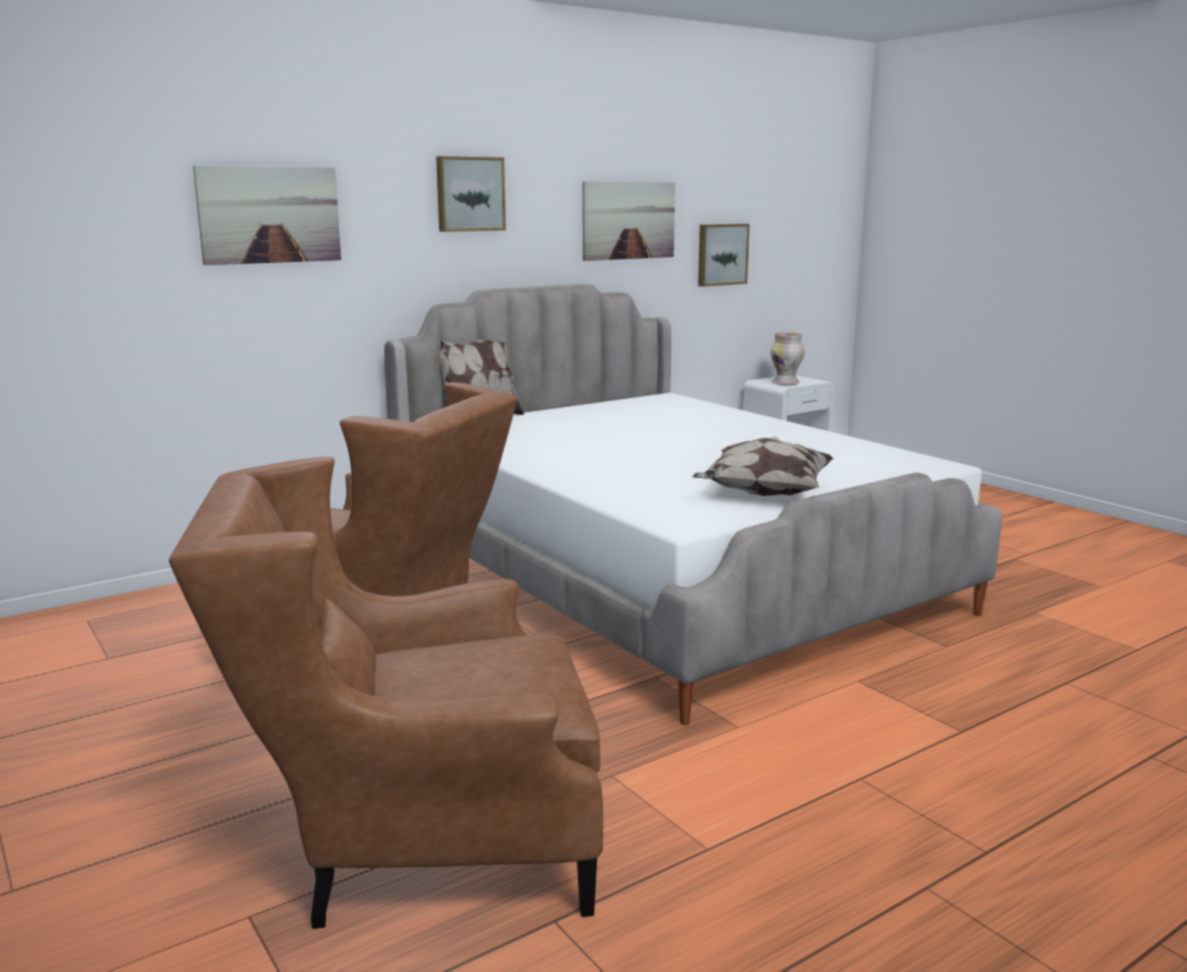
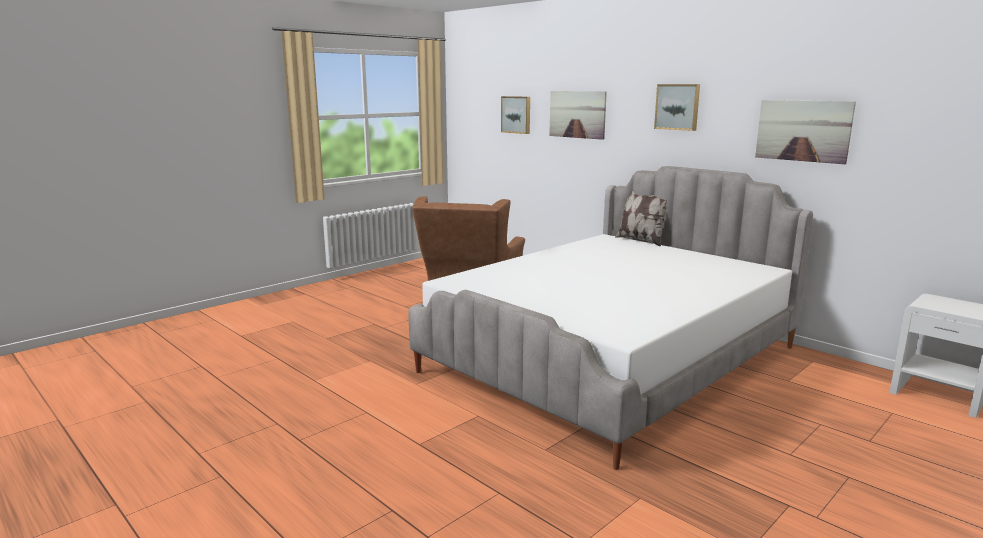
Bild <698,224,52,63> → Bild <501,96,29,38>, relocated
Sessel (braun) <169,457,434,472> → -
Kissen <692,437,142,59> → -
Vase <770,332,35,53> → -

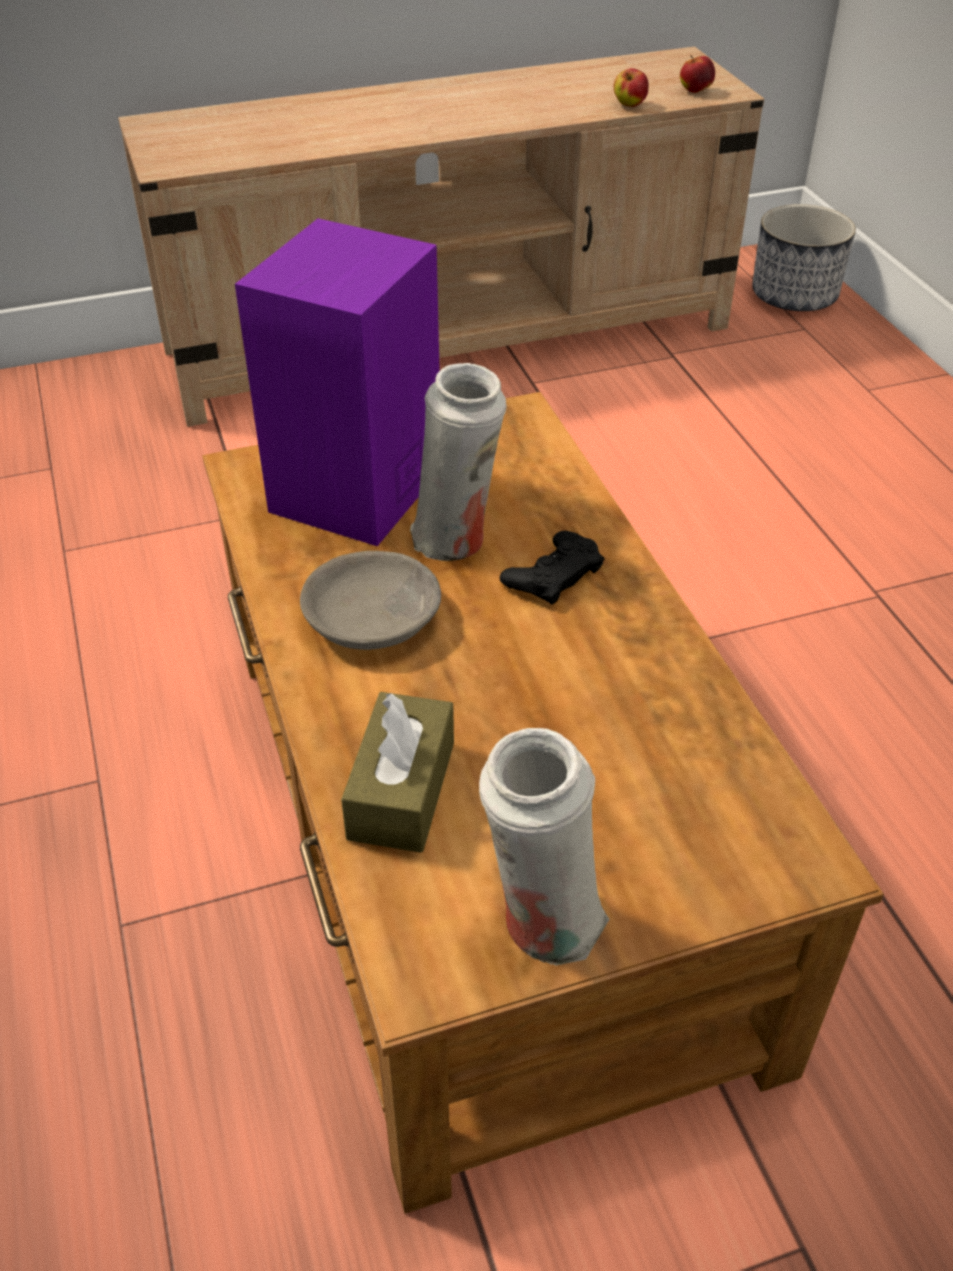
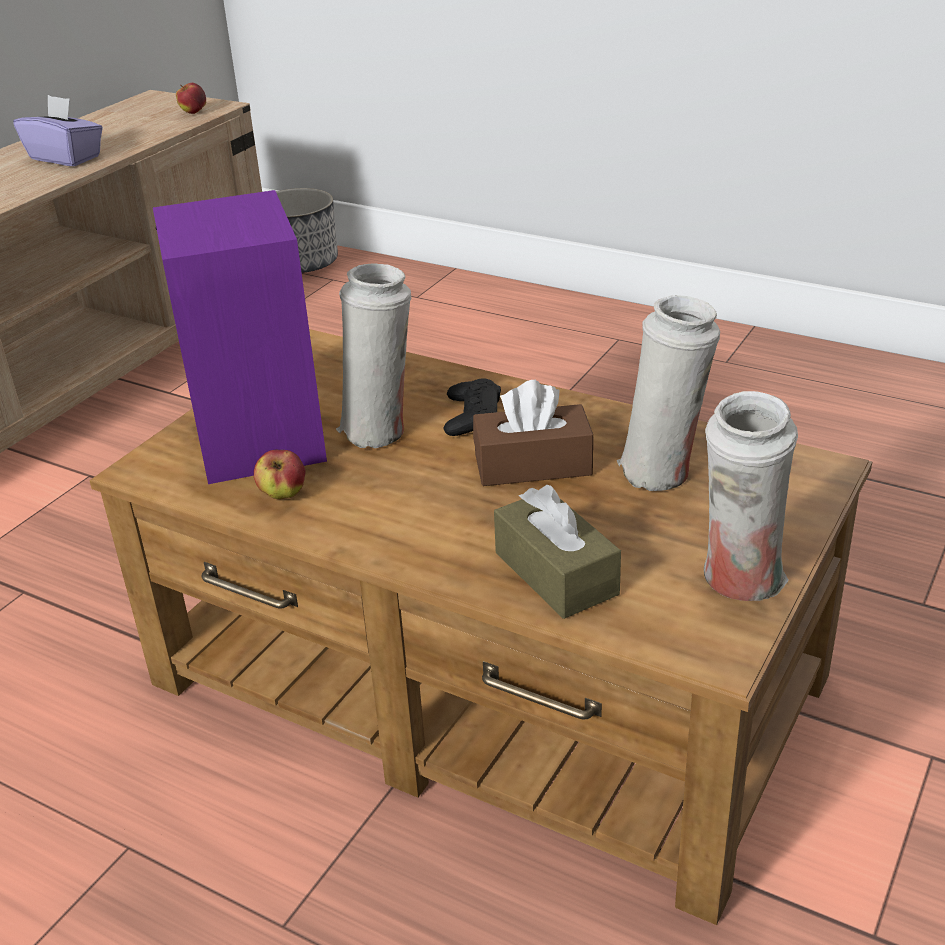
- → Taschentuchbox (lila) <14,95,89,71>
Apfel <613,68,36,39> → Apfel <254,450,52,49>, relocated
- → Taschentuchbox (braun) <473,380,121,106>
- → Vase (weiß) <617,295,103,196>
Schüssel (grau) <300,551,141,99> → -

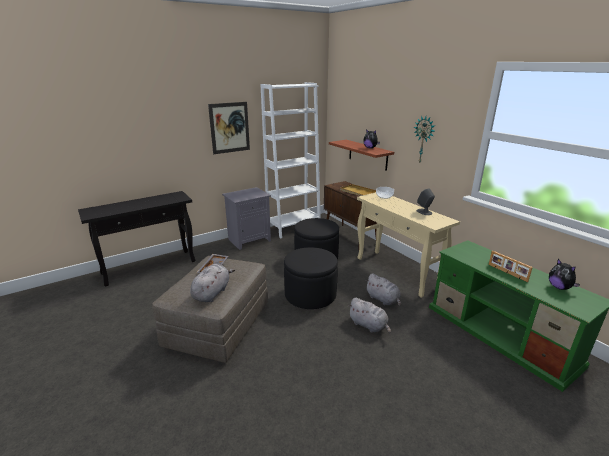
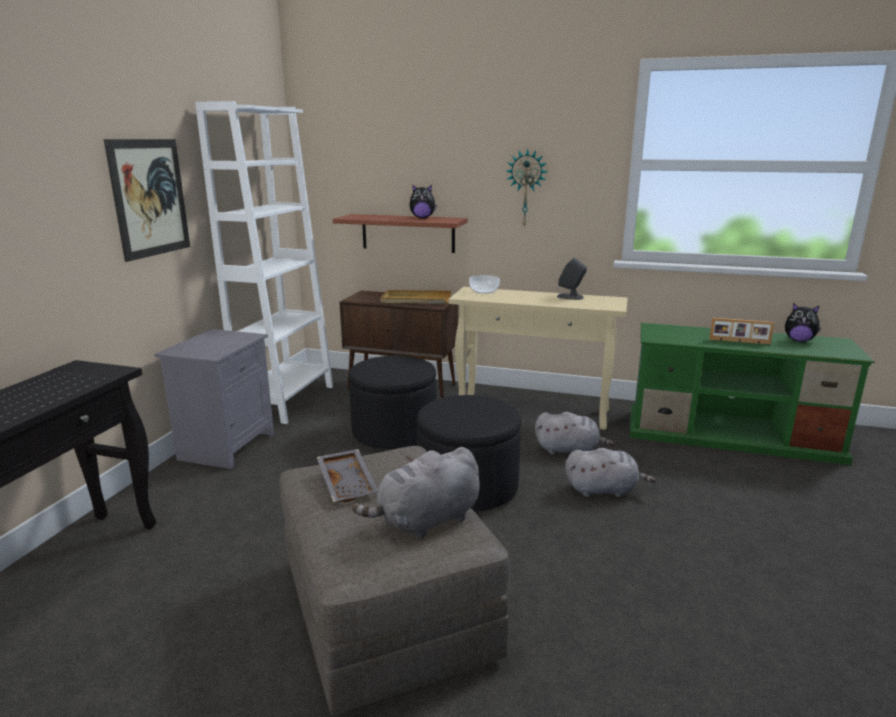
Plüschtier (grau) <190,264,45,38> → Plüschtier (grau) <352,447,128,91>, 105 degrees counterclockwise

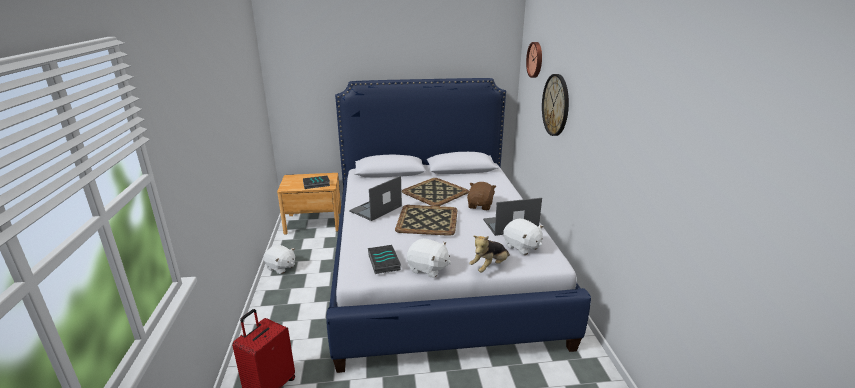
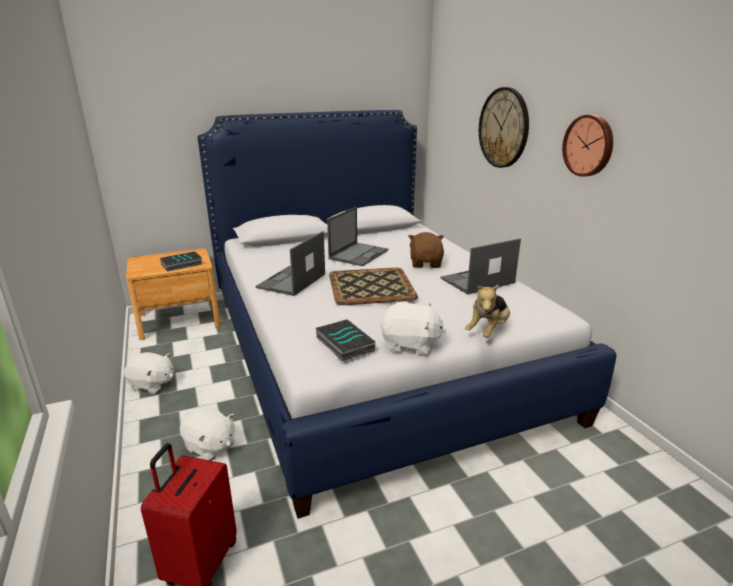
Plüschtier (weiß) <503,219,40,36> → Plüschtier (weiß) <180,406,55,55>, relocated
Tablett <402,178,67,28> → Laptop <327,207,61,59>
Wanduhr <526,42,16,36> → Wanduhr <562,114,51,63>, relocated

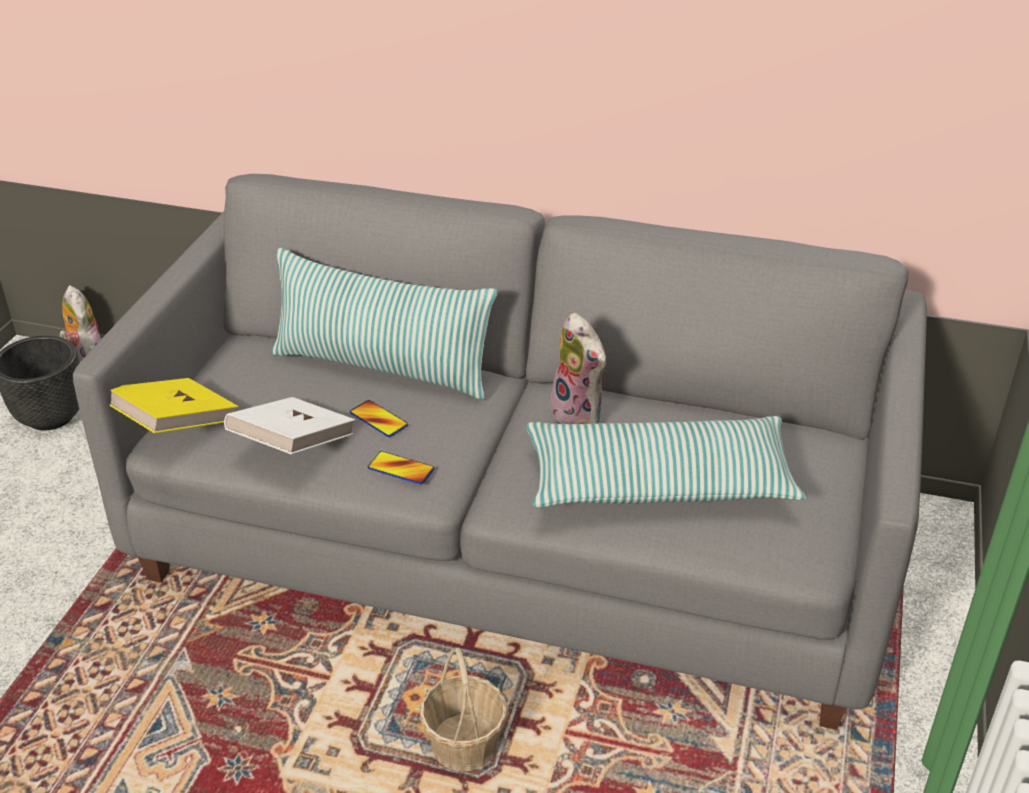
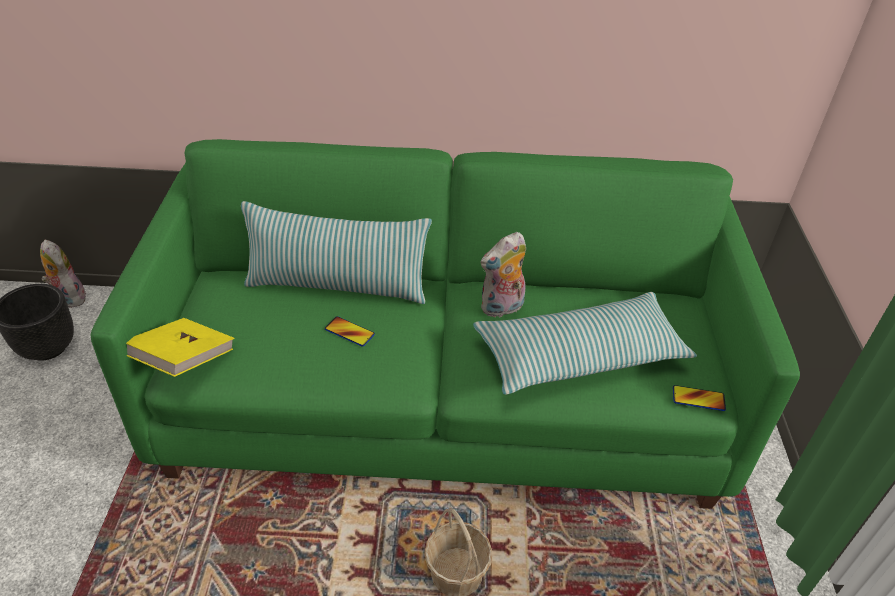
Sofa (grau) <73,174,854,556> → Sofa (grün) <90,139,710,370>
Plüschtier <550,313,56,111> → Plüschtier <480,232,46,85>, 105 degrees clockwise
Handy <368,451,67,34> → Handy <673,385,53,26>, relocated
Buch (weiß) <224,397,132,57> → -

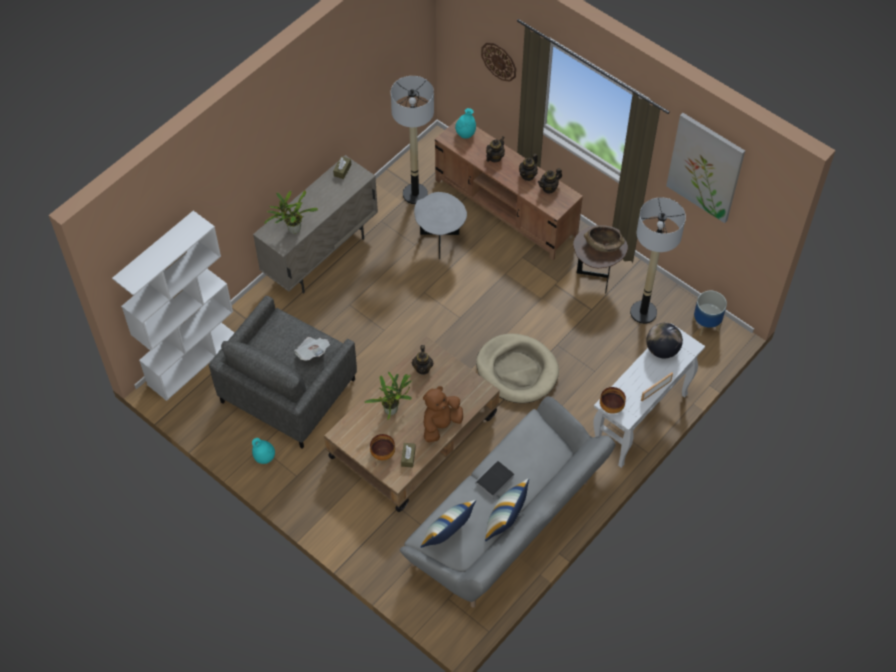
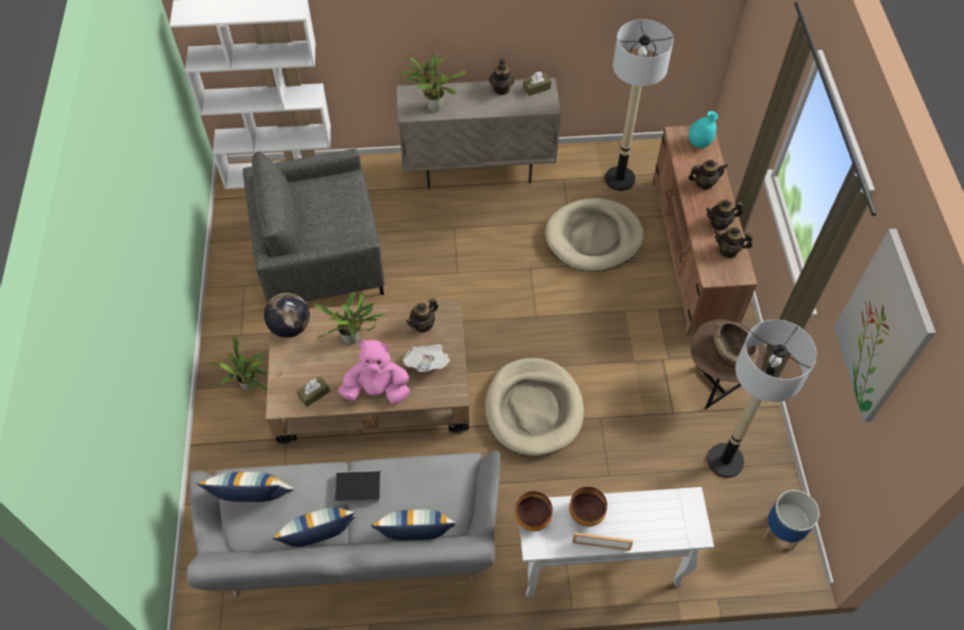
- → Topfpflanze <206,337,62,55>
Globus <646,323,37,36> → Globus <264,293,46,45>, relocated
Plüschtier (braun) <423,386,40,56> → Plüschtier (rosa) <338,340,72,65>
- → Kissen <371,509,85,32>
Zeitung <294,337,36,23> → Zeitung <403,344,48,28>, relocated
- → Teekanne <489,58,25,37>
Beistelltisch (grau) <414,192,53,67> → Hundebett (beige) <545,198,99,74>
Schüssel <370,434,25,26> → Schüssel <569,487,38,40>, relocated
Vase (türkis) <252,438,23,26> → -
Wanduhr <481,43,35,39> → -

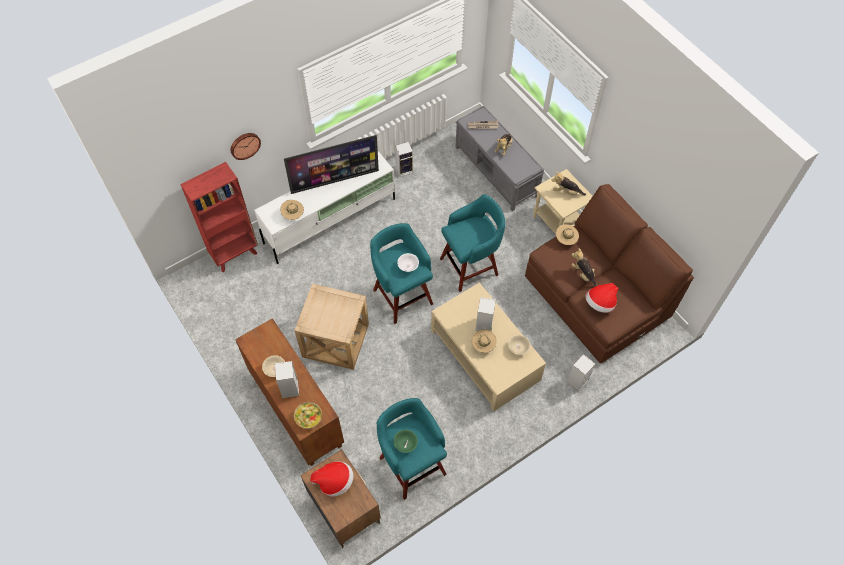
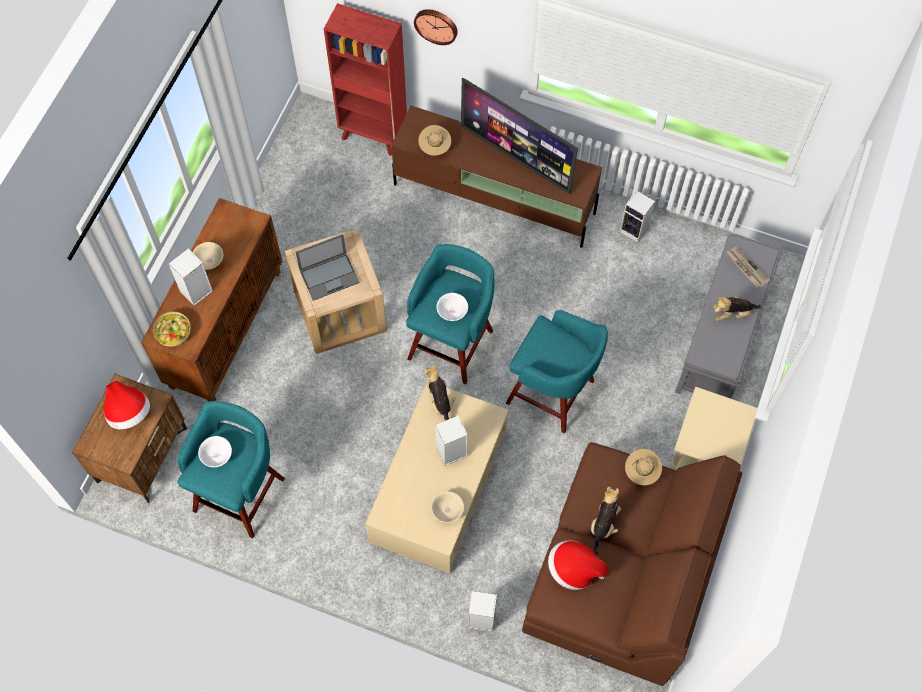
Schüssel (grün) <393,430,25,23> → Schüssel (weiß) <198,436,34,31>
- → Laptop <295,234,65,67>
Fernsehschrank (weiß) <254,151,141,113> → Fernsehschrank (braun) <391,106,211,142>
Plüschtier <552,171,34,24> → Plüschtier <424,364,32,57>, relocated
Hut (beige) <472,329,24,24> → -

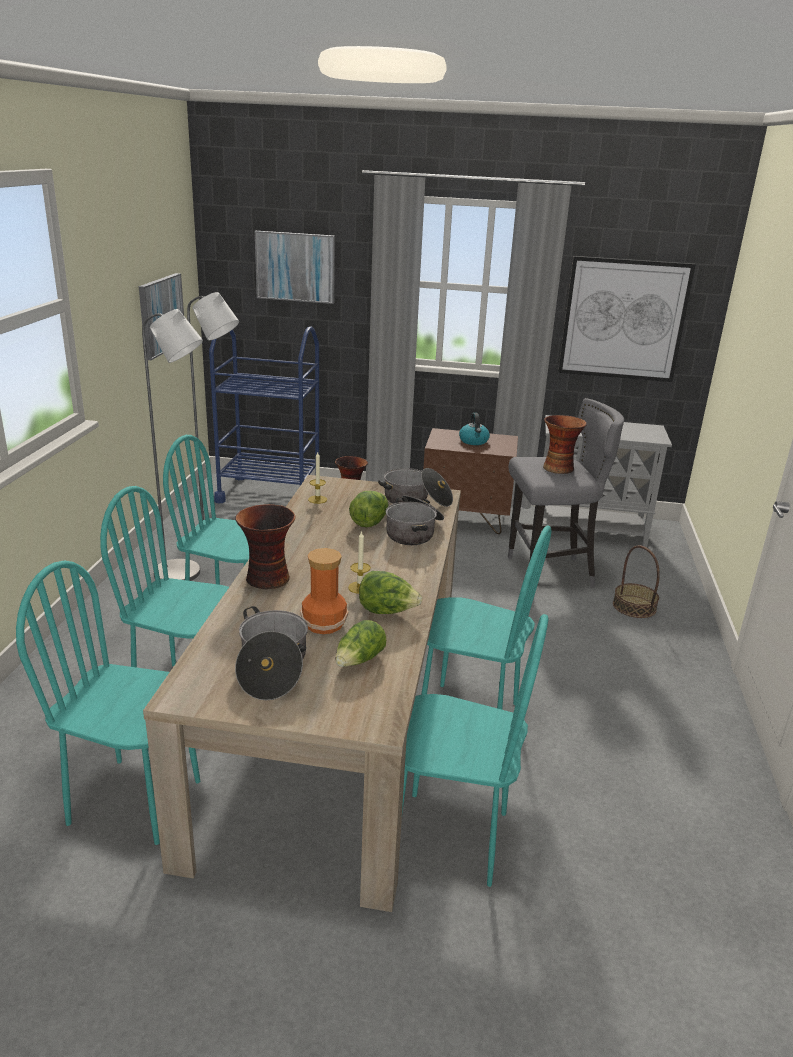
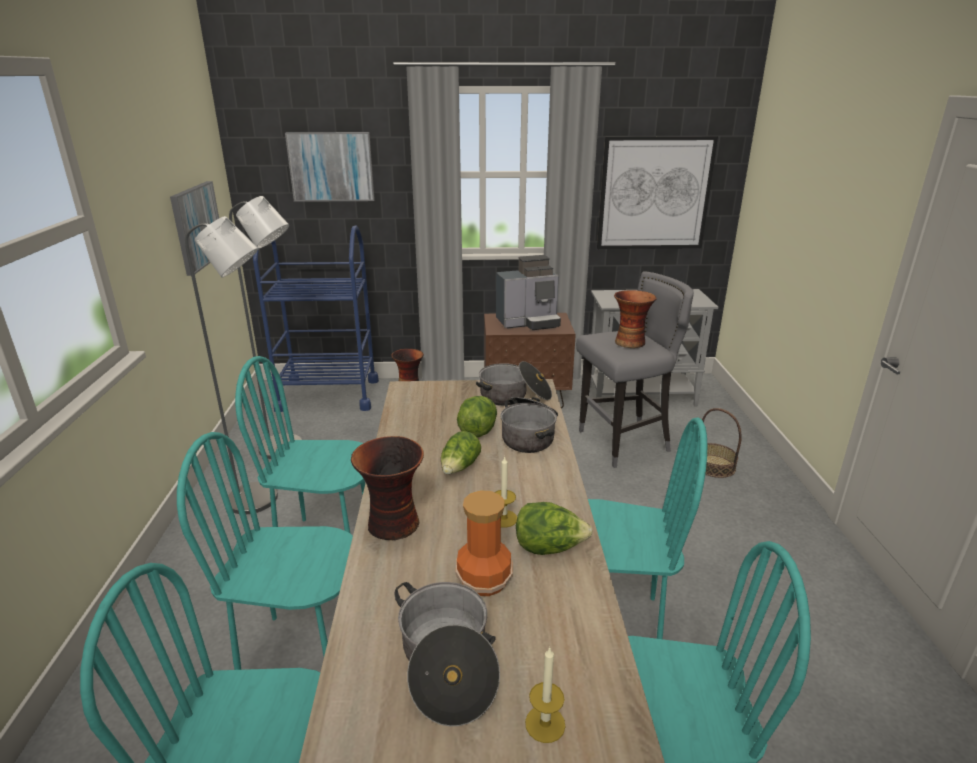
Salatkopf <336,620,50,47> → Salatkopf <441,431,40,43>, relocated
Wasserkessel <459,413,31,32> → Kaffeemaschine <496,255,65,75>
Kerze <308,452,19,52> → Kerze <525,646,40,97>, relocated

